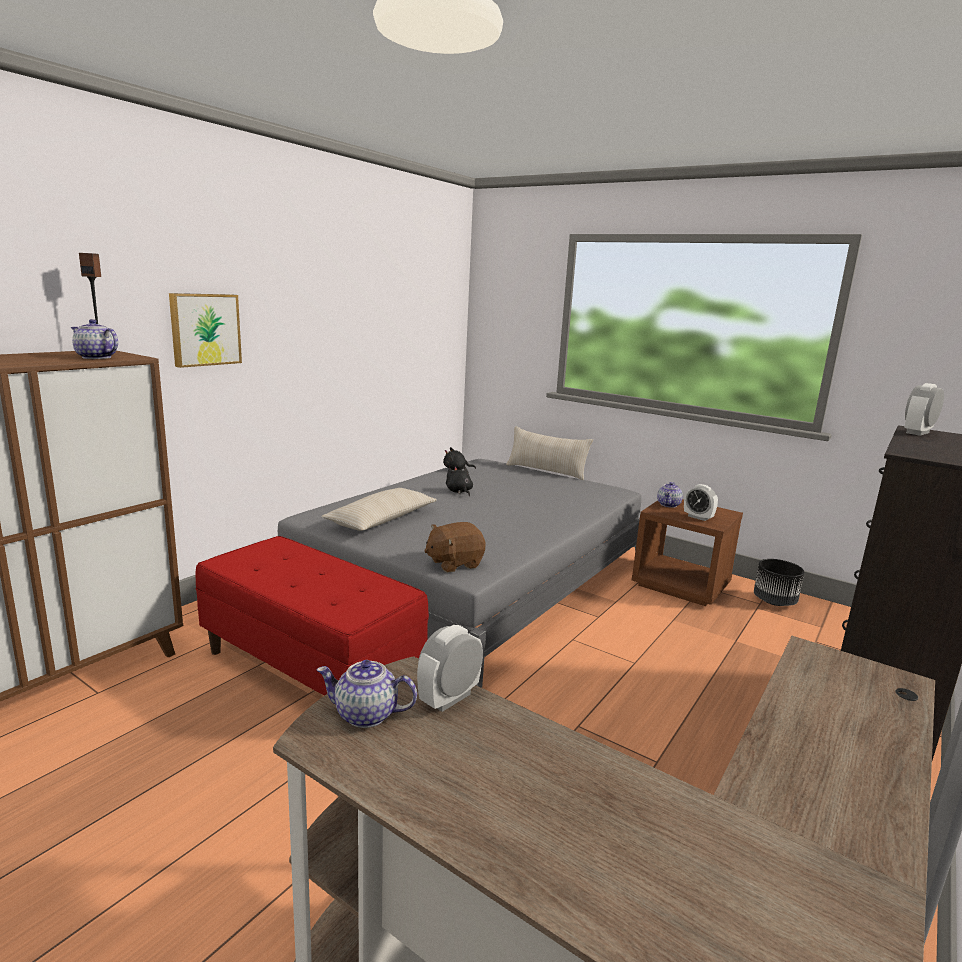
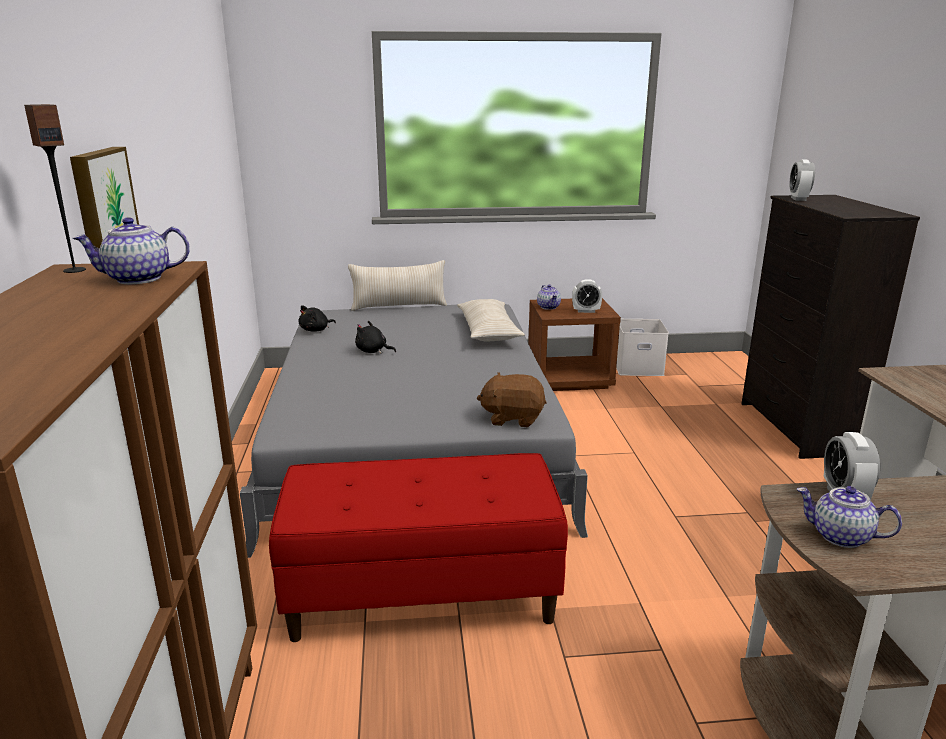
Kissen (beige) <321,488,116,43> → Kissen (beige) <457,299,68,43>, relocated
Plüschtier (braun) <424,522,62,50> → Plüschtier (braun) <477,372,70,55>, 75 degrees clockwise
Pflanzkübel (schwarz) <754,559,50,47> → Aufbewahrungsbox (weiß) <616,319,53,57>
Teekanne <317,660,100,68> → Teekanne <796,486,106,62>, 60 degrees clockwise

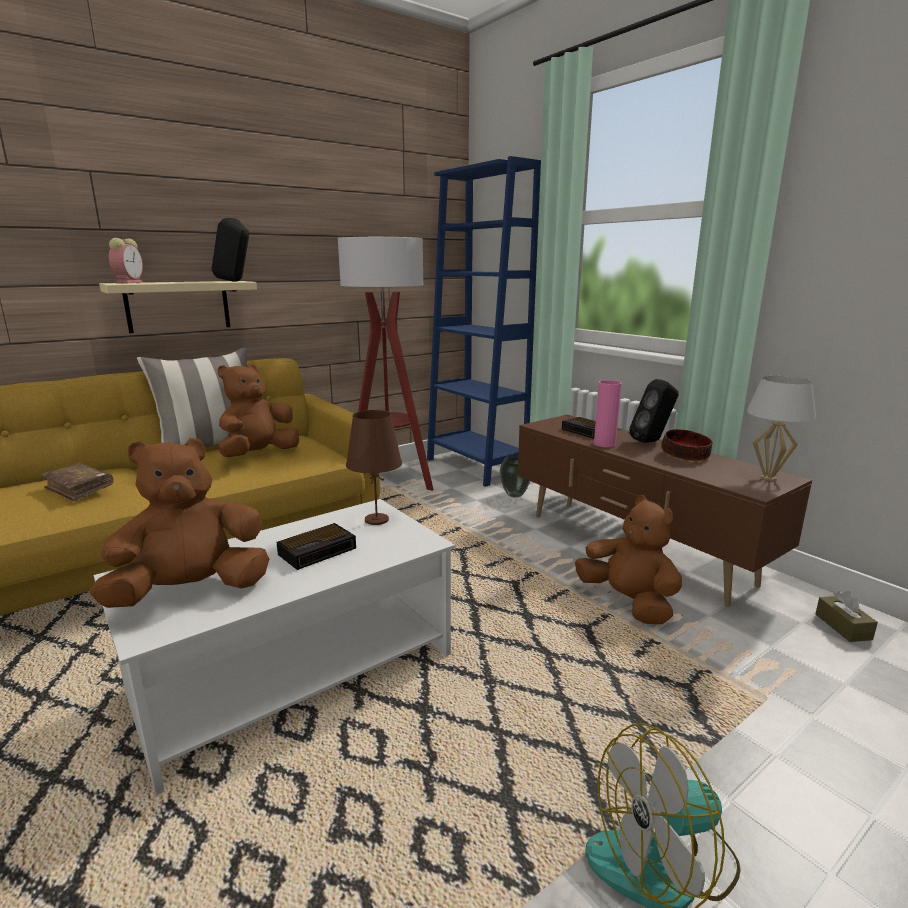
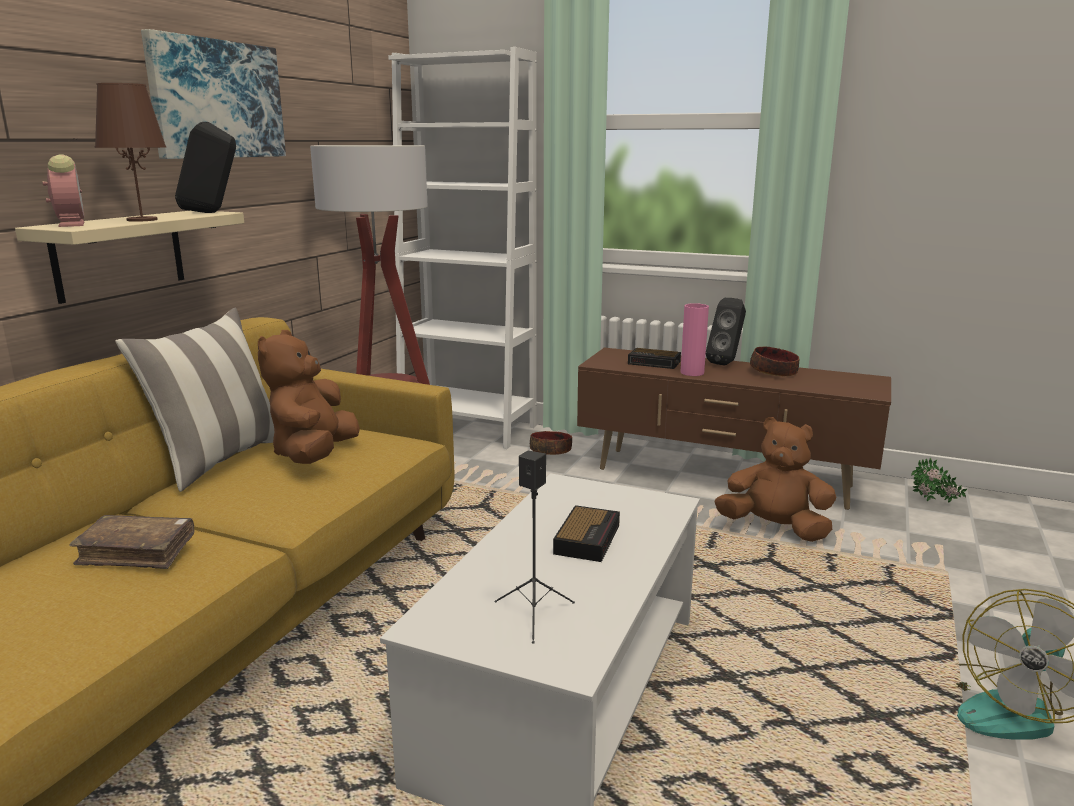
Tischlampe (braun) <346,410,56,115> → Tischlampe (braun) <95,83,71,139>, relocated
- → Bild <141,29,145,130>
Bücherregal (blau) <427,156,114,331> → Bücherregal (weiß) <388,47,149,402>
Plüschtier (braun) <90,438,179,170> → Lautsprecher (schwarz) <495,451,80,193>
Vase <500,455,30,43> → Schüssel <530,431,42,24>
Taschentuchbox (braun) <816,591,62,51> → Topfpflanze <911,458,56,45>
Tischlampe (weiß) <746,376,70,105> → -

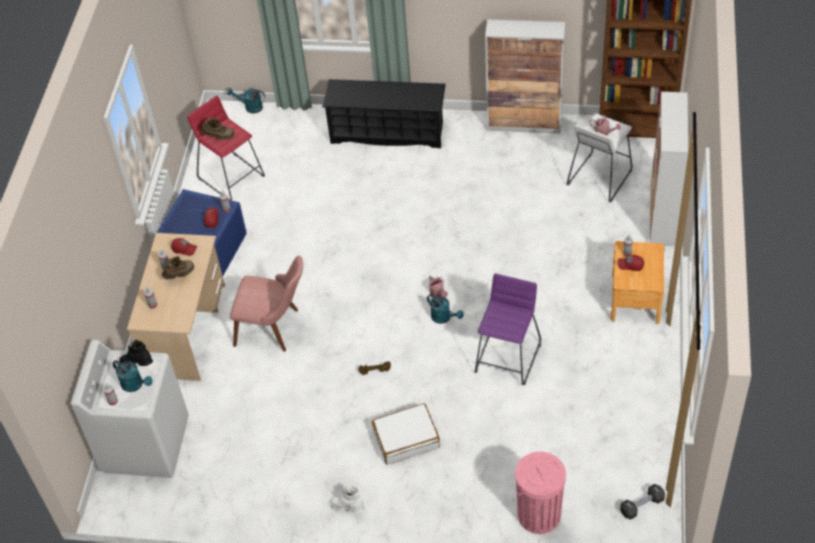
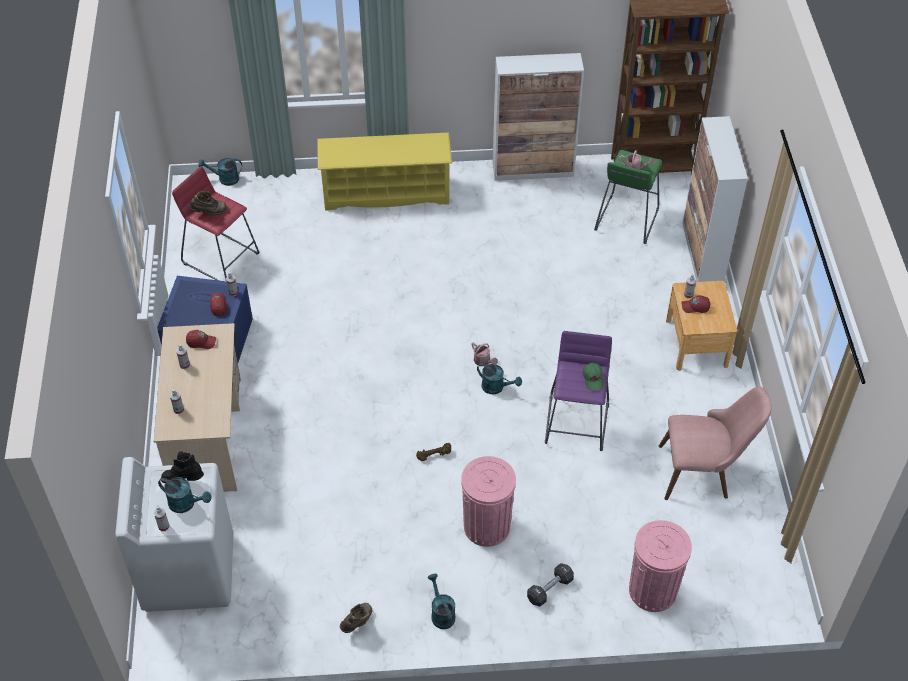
Schuhregal (schwarz) <322,79,124,69> → Schuhregal (gelb) <317,132,135,79>
Stiefel (braun) <162,256,32,23> → Stiefel (braun) <340,603,33,30>, relocated
Stiefel (weiß) <330,485,35,28> → Gießkanne (türkis) <428,574,27,55>
Koffer (weiß) <372,403,68,62> → Mülleimer (rosa) <461,456,55,91>
Hantel (schwarz) <620,484,45,36> → Hantel (schwarz) <527,563,47,43>, relocated
- → Kappe (grün) <583,363,21,28>
Hocker (weiß) <566,114,66,88> → Hocker (grün) <594,150,68,94>
Stuhl (rosa) <230,256,73,96> → Stuhl (rosa) <659,386,113,114>, relocated

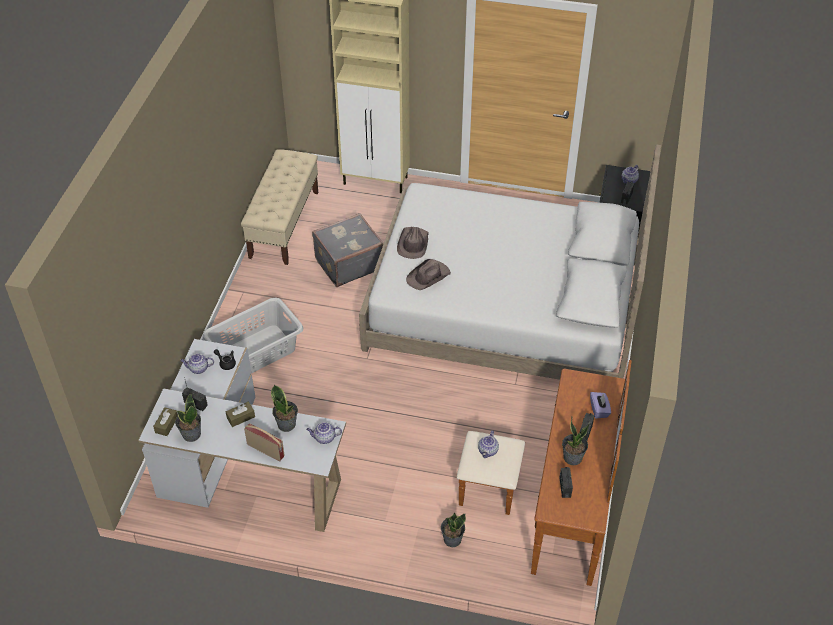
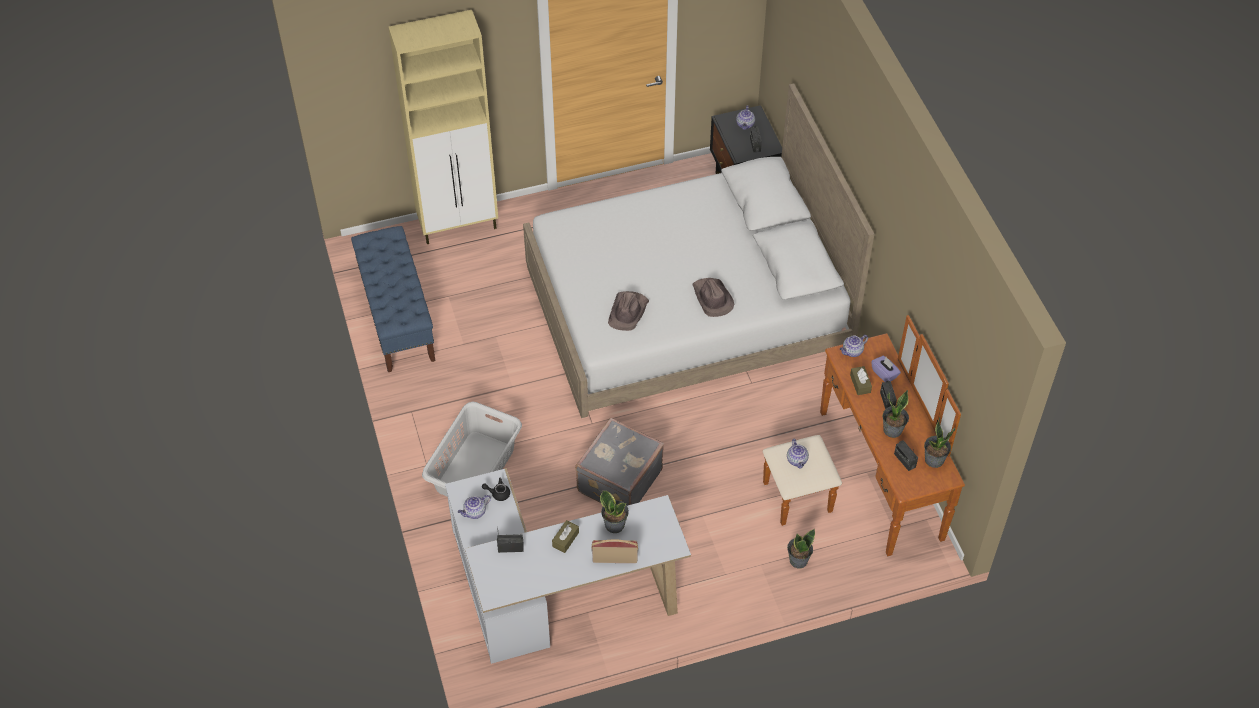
Bank (beige) <241,149,77,116> → Bank (blau) <351,226,84,146>
Koffer (grau) <312,213,71,74> → Koffer (grau) <575,418,89,88>, relocated
Hut (braun) <397,227,32,32> → Hut (braun) <692,278,42,39>, relocated
Teekanne <306,422,36,22> → Teekanne <840,335,28,22>, relocated
Taschentuchbox (braun) <153,407,25,29> → Taschentuchbox (braun) <850,366,22,29>, relocated
Topfpflanze <175,393,26,49> → Topfpflanze <924,417,32,51>, relocated

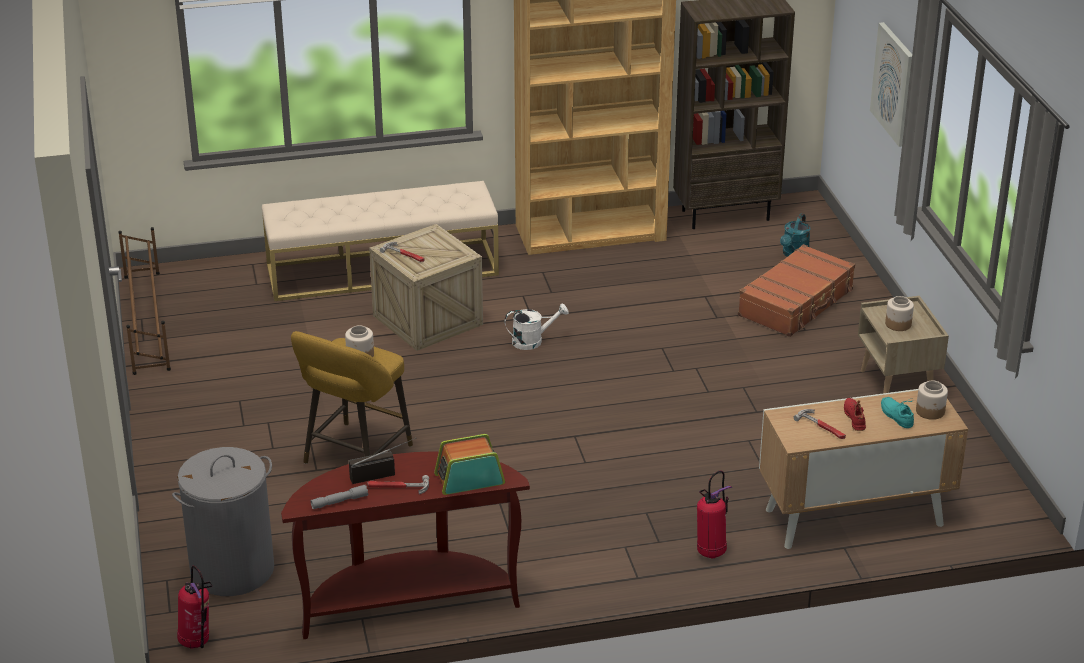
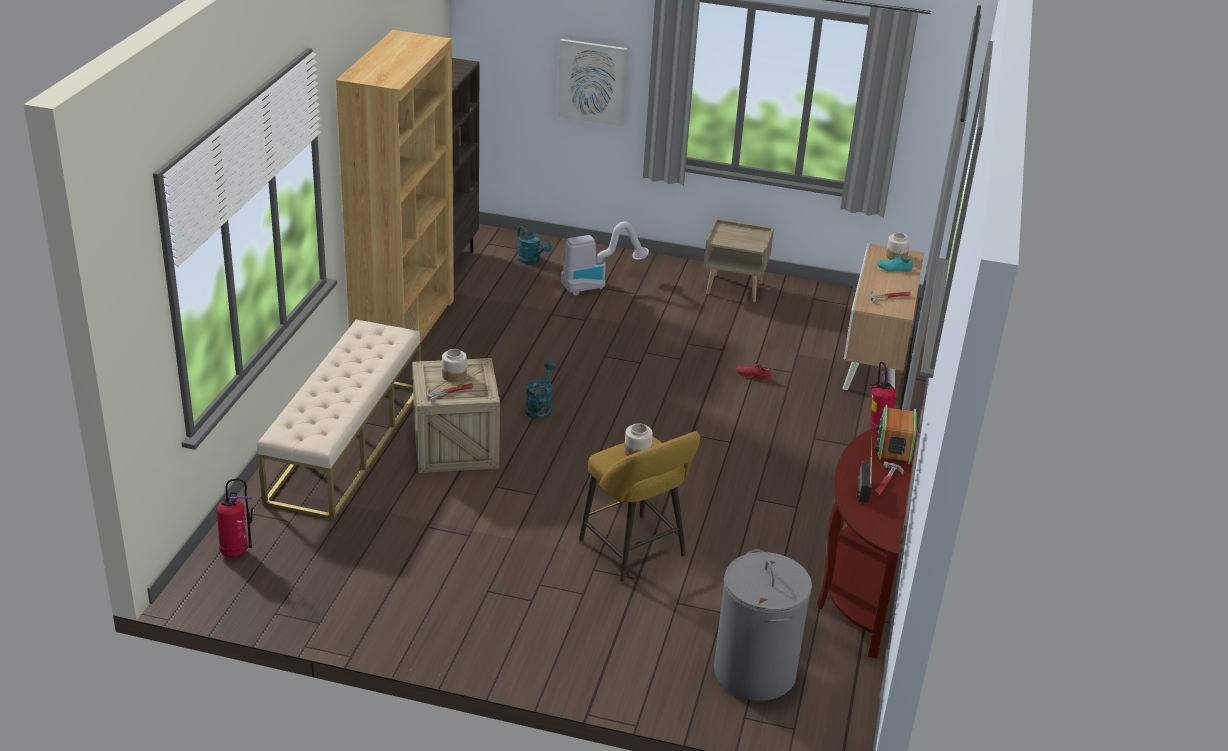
Feuerlöscher <177,566,35,82> → Feuerlöscher <217,479,36,78>, relocated
Vorratsglas <885,296,29,35> → Vorratsglas <442,349,25,33>, relocated
Gießkanne (weiß) <504,303,65,47> → Gießkanne (türkis) <525,362,31,57>
Koffer (braun) <738,244,117,93> → Staubsauger <561,221,88,74>
Schuh (rot) <844,398,22,33> → Schuh (rot) <737,360,35,21>, relocated
Schuhregal (braun) <118,227,53,148> → -
Taschenlampe (grau) <311,485,57,24> → -

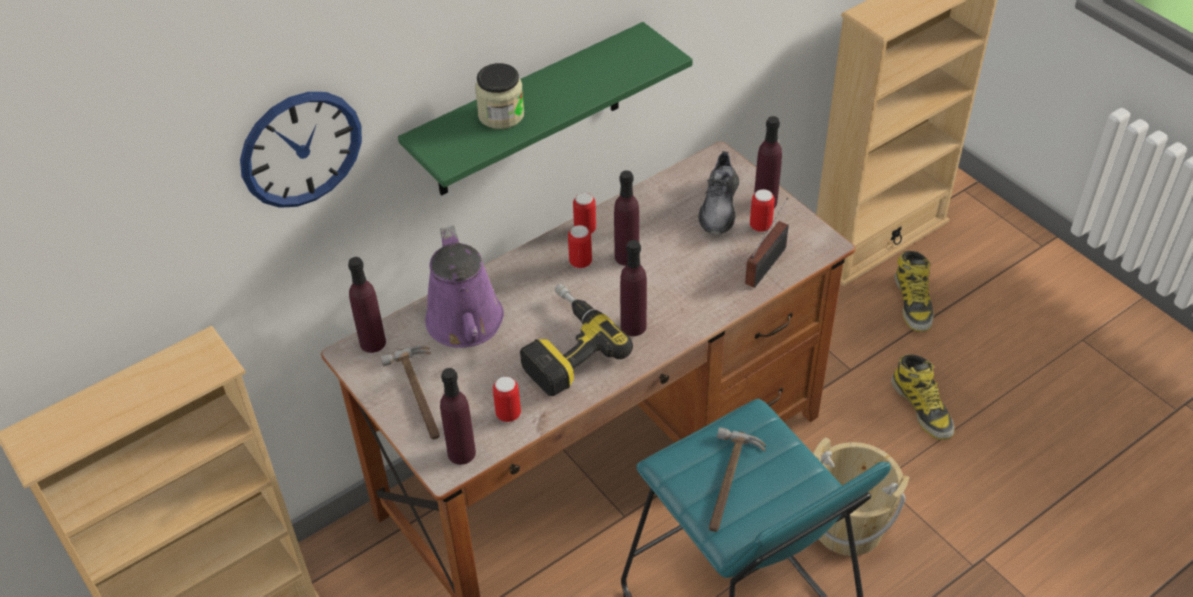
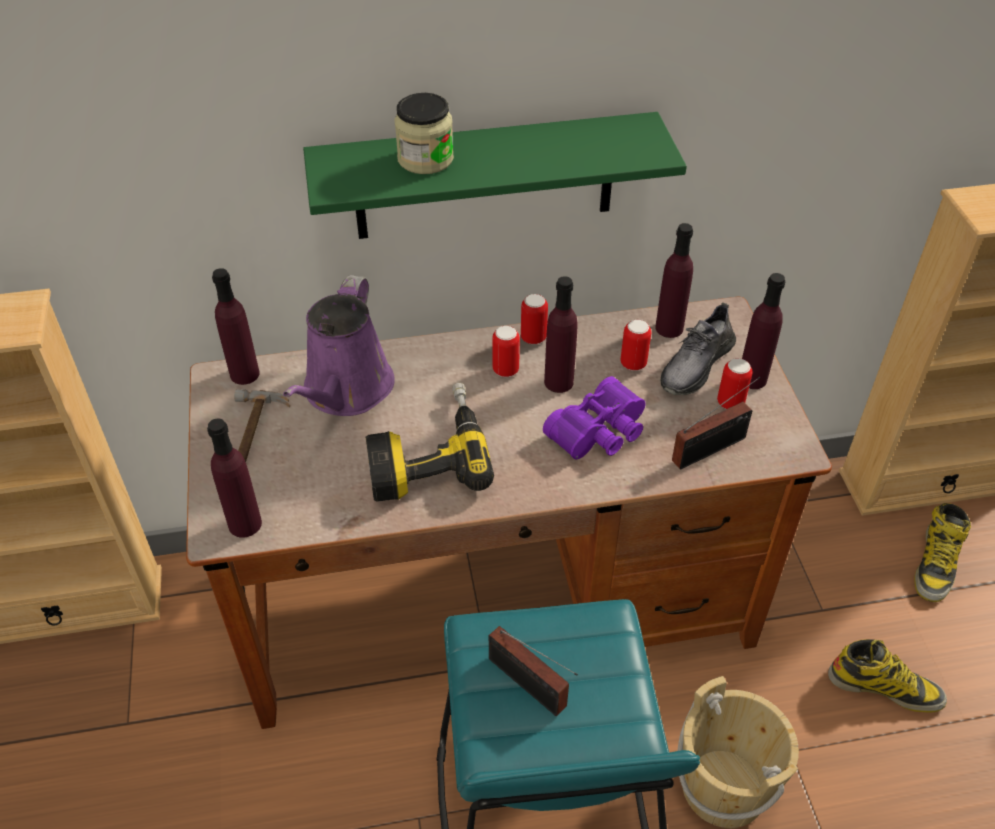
Hammer <709,427,57,105> → Radio <489,626,89,90>
- → Fernglas (lila) <543,376,103,83>
Dose <493,377,28,45> → Dose <620,320,31,51>, relocated
Flasche (lila) <620,240,27,96> → Flasche (lila) <655,223,38,115>, relocated
Stiefel <891,354,63,86> → Stiefel <828,639,119,74>, 75 degrees counterclockwise
Wanduhr <240,92,122,116> → -

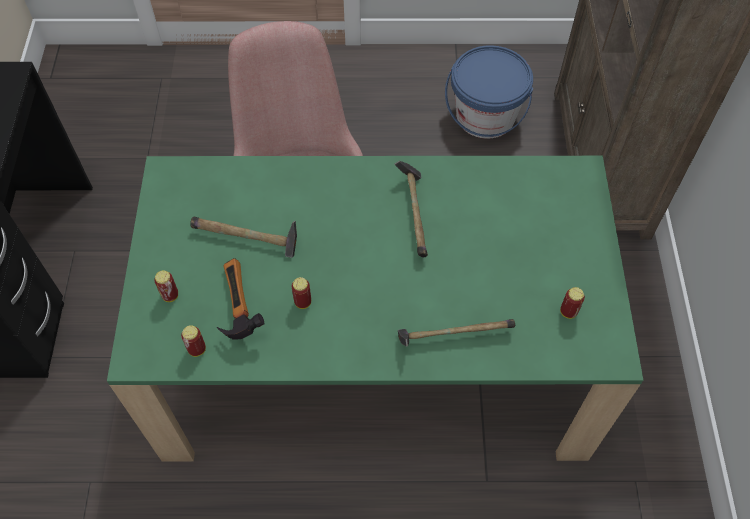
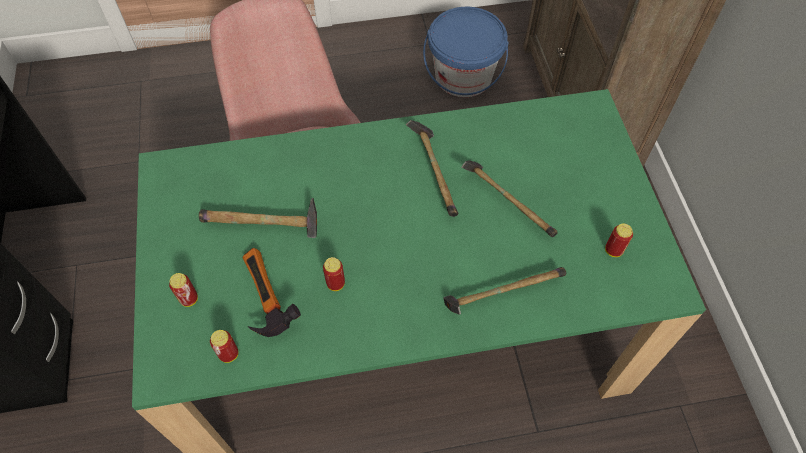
- → Hammer <461,160,97,77>

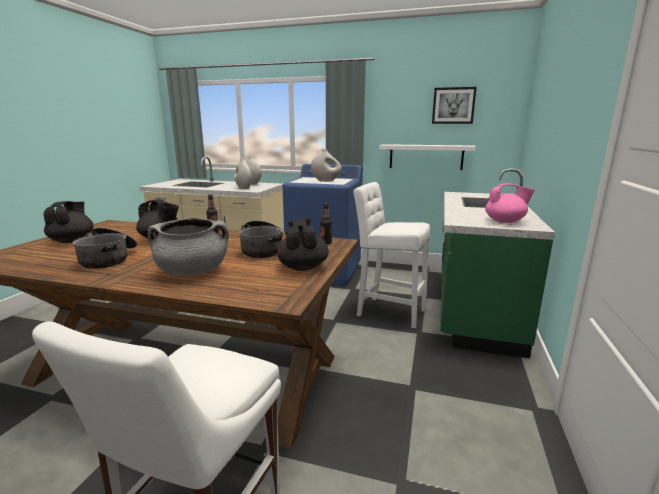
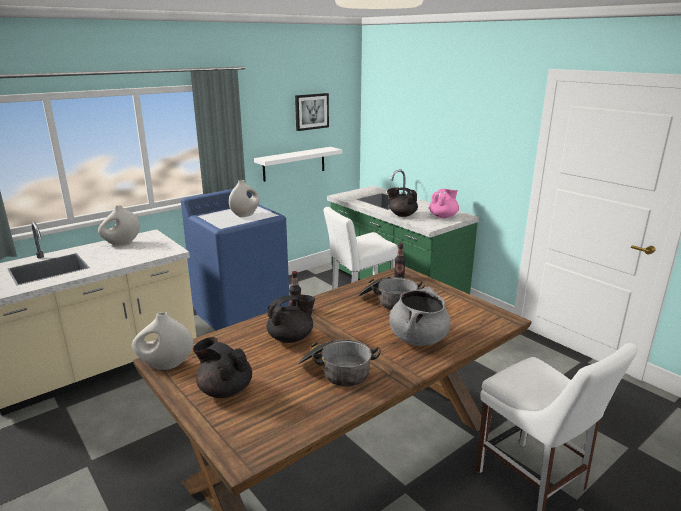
Vase (weiß) <234,158,18,31> → Vase (weiß) <132,312,61,58>, relocated
Teekanne (schwarz) <277,218,52,53> → Teekanne (schwarz) <387,187,31,30>, relocated

